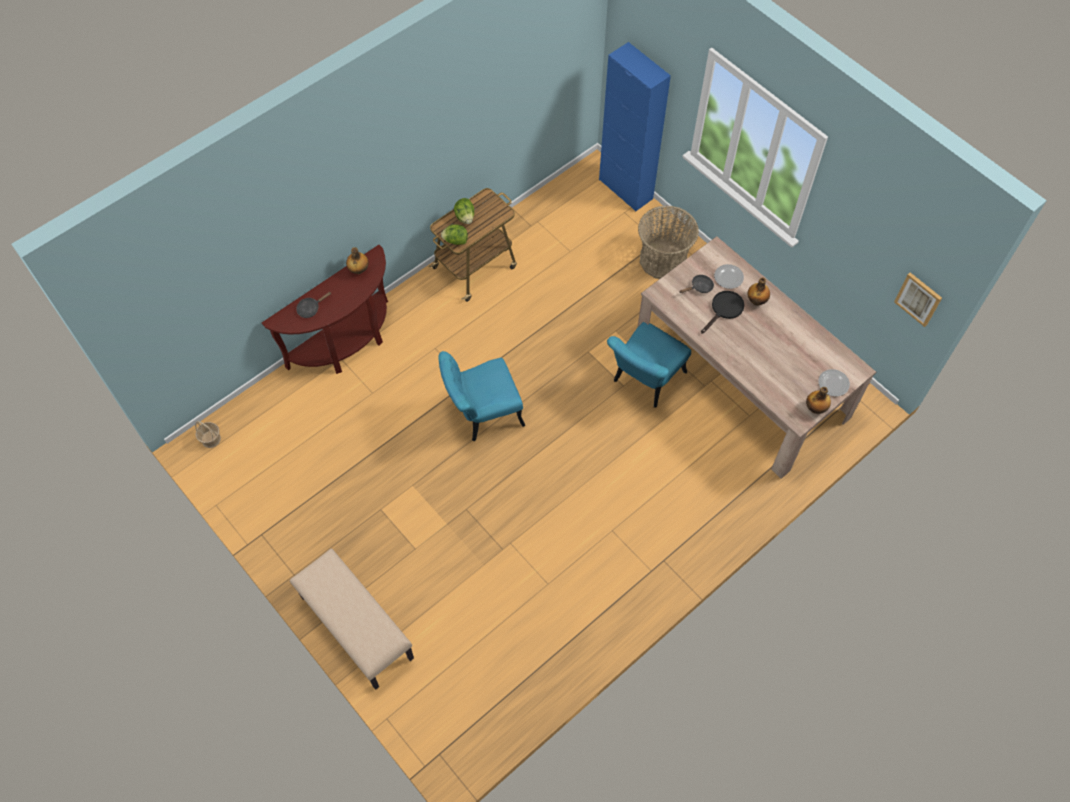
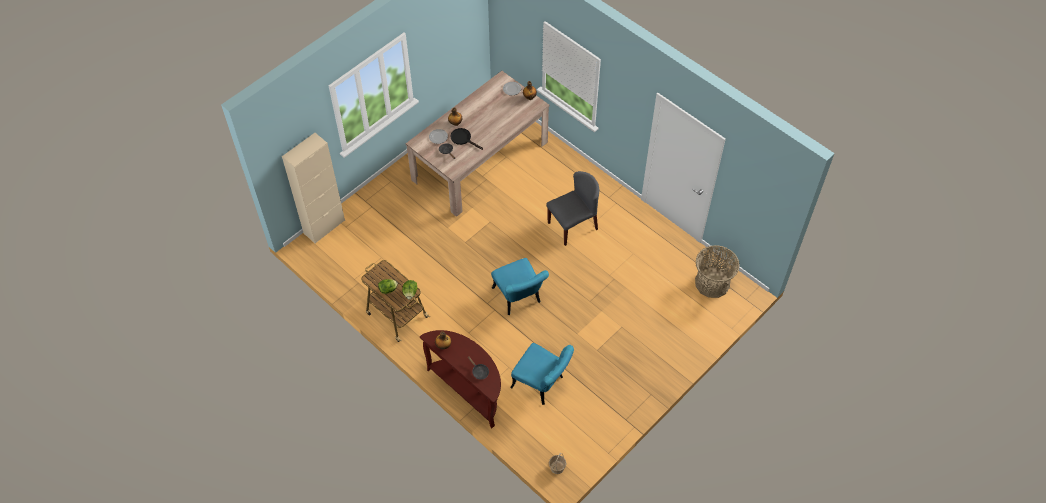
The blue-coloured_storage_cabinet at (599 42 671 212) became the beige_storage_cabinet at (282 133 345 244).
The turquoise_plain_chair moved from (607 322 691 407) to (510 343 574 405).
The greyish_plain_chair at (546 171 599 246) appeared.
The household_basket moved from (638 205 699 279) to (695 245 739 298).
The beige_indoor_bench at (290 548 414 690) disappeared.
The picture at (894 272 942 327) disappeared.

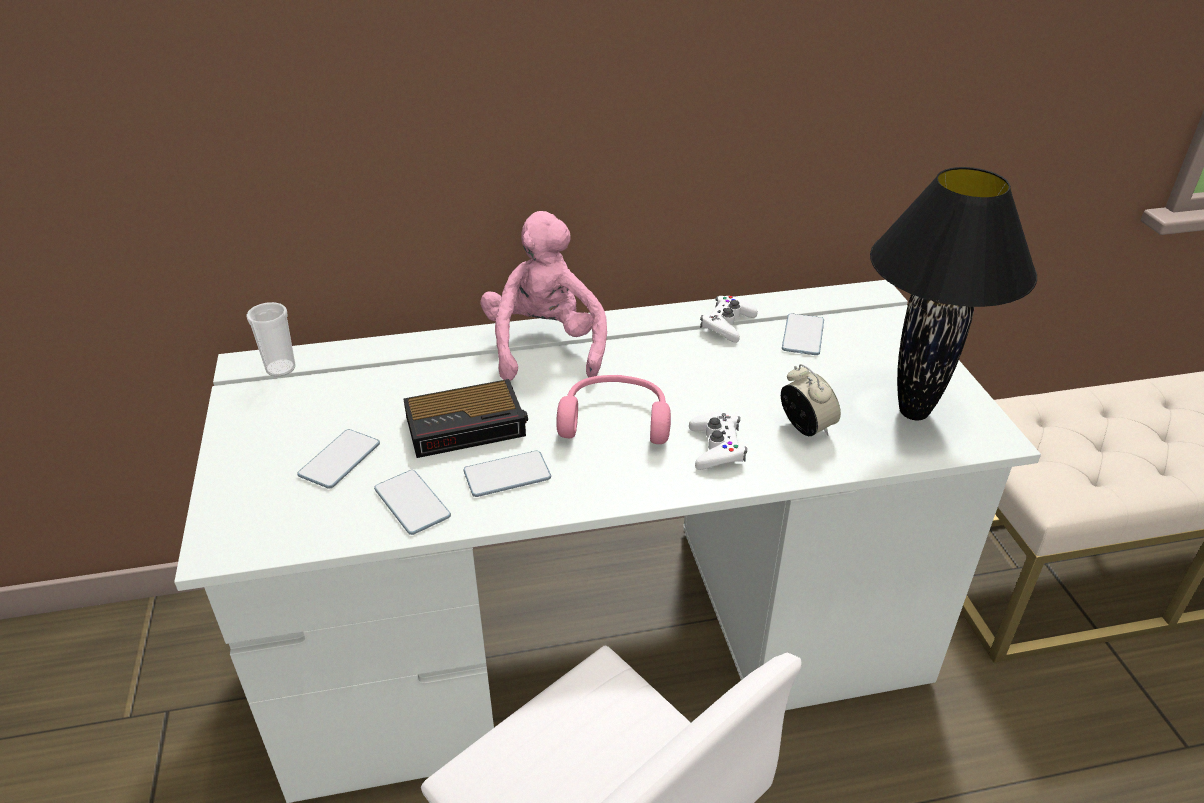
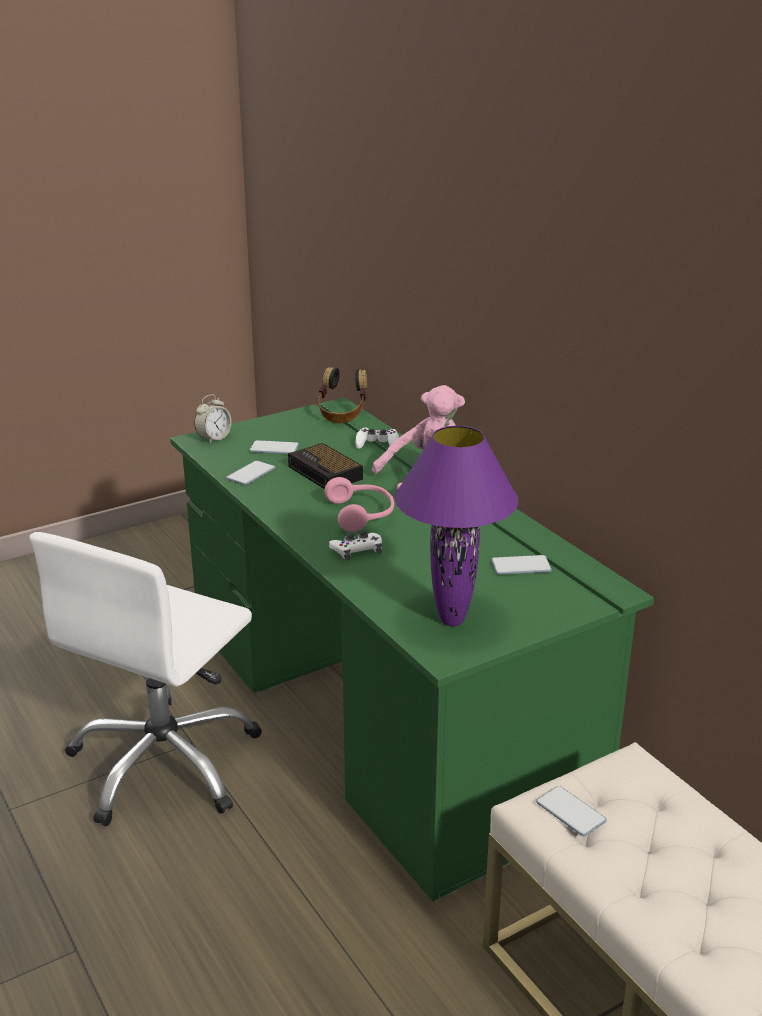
The whitish_desk at (174 280 1041 803) became the green-coloured_desk at (170 397 654 901).
The bedside_clock moved from (781 364 841 436) to (194 394 232 444).
The small_cup at (246 302 296 377) was replaced by the headset at (318 367 367 423).
The whitish_joypad moved from (700 296 758 343) to (356 427 399 449).
The black_table_lamp at (870 167 1037 420) became the purple-coloured_table_lamp at (395 426 518 626).
The handset moved from (464 450 551 497) to (536 786 607 836).

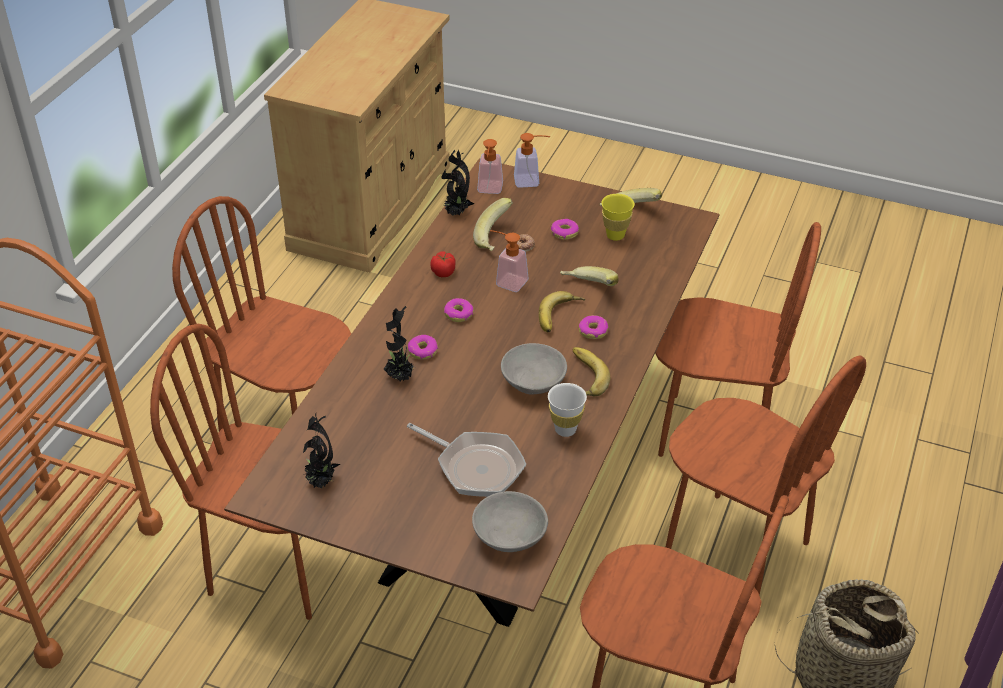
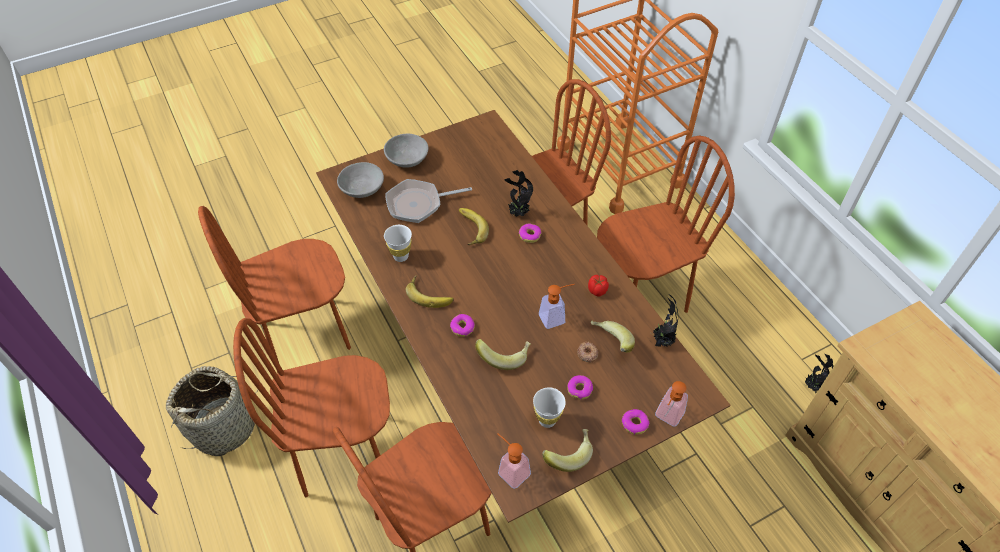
The greyish_bowl moved from (501 343 567 395) to (384 134 428 168).
The banana_fruit moved from (539 291 585 332) to (459 208 489 245).
The soap_bottle moved from (477 139 503 194) to (497 433 531 489).
The yellowish_small_cup at (601 194 635 241) became the whitish_small_cup at (533 387 566 428).
The donut moved from (444 298 473 322) to (622 409 649 435).
The plant_in_a_pot moved from (303 413 340 489) to (805 354 834 394).

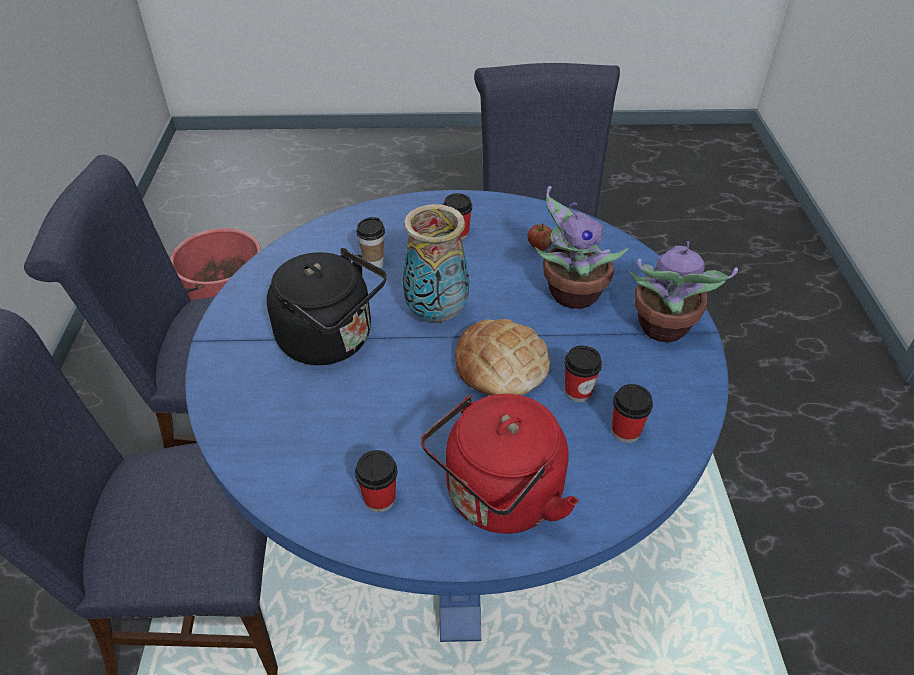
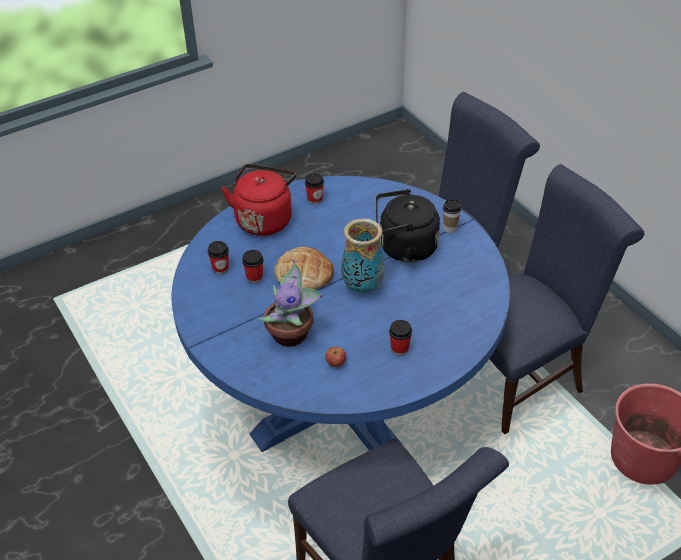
The small_cup moved from (356 217 385 269) to (443 199 462 233).
The plant_in_a_pot at (629 241 738 342) disappeared.

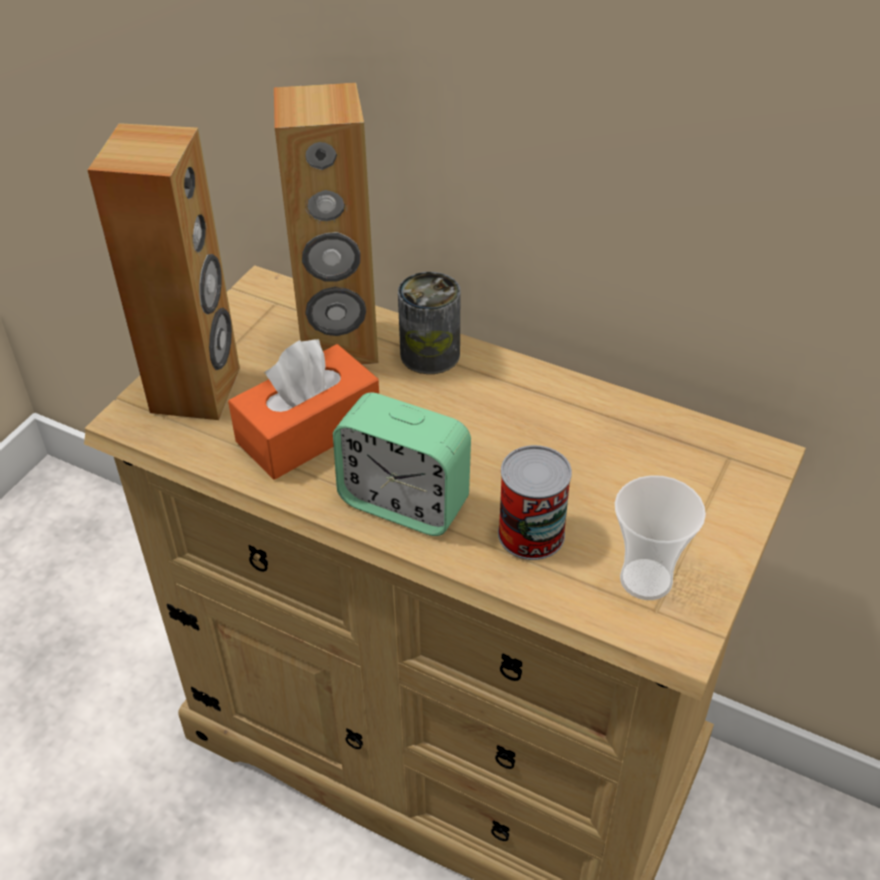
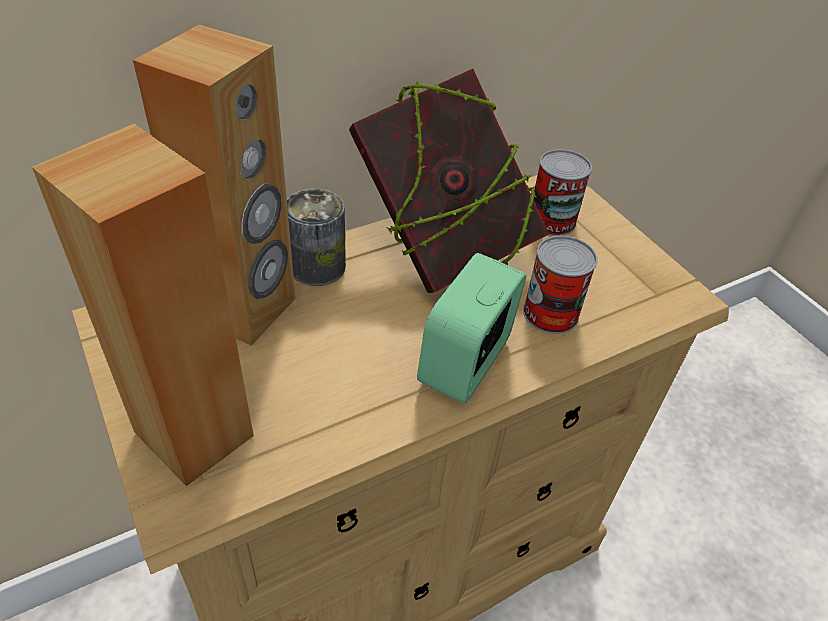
The book at (349 69 549 293) appeared.
The bedside_clock at (333 392 471 536) turned 150 degrees clockwise.
The sealed_can at (534 149 592 236) appeared.
The orangey_tissue_holder at (228 339 379 480) disappeared.
The small_cup at (615 475 706 600) disappeared.

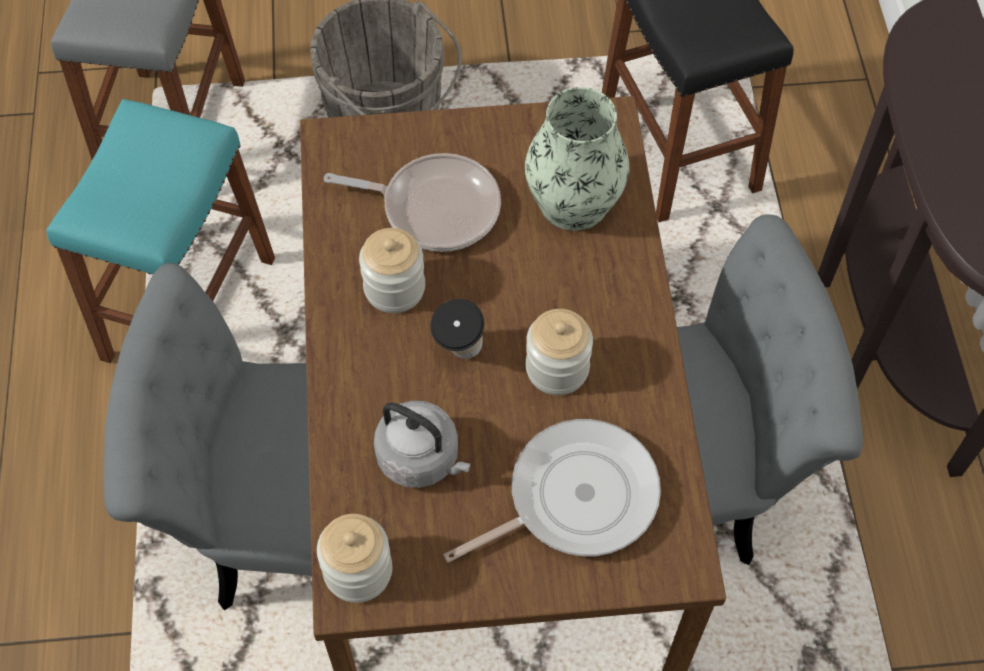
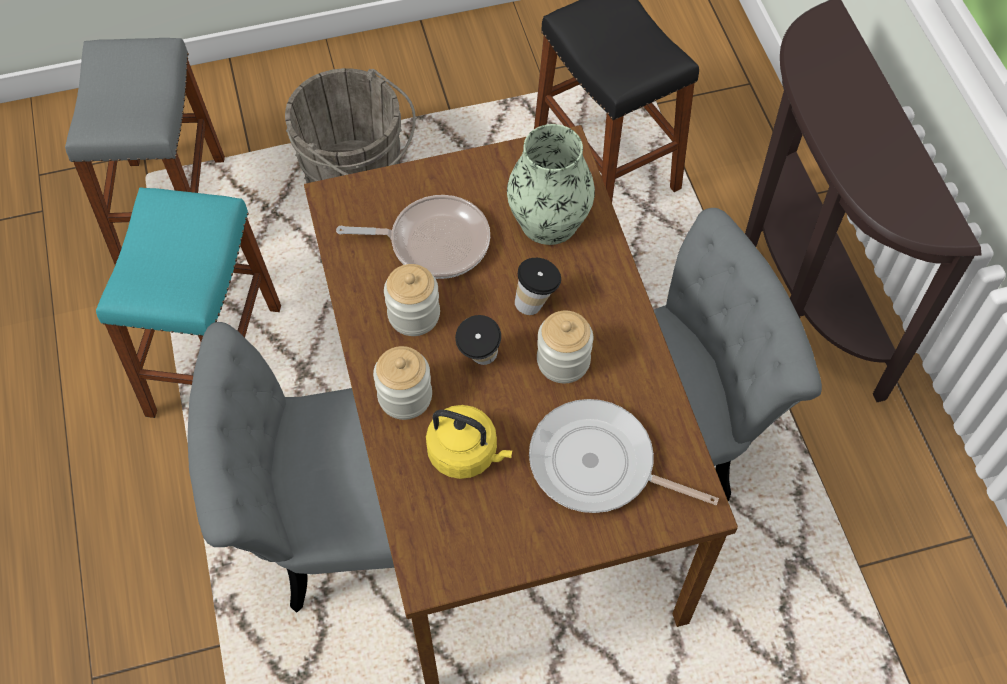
The preserve_jar moved from (317 514 392 603) to (373 346 432 420).
The greyish_tea_kettle at (374 401 471 488) became the yellowish_tea_kettle at (426 405 512 479).
The small_cup at (515 258 561 315) appeared.
The frying_pan at (444 419 661 563) turned 120 degrees counterclockwise.

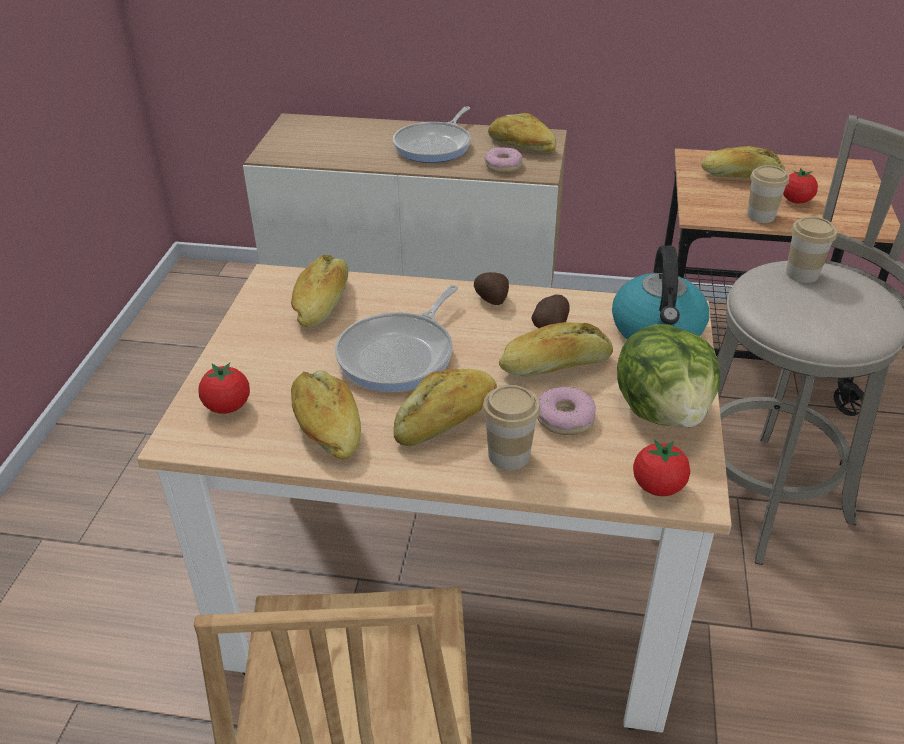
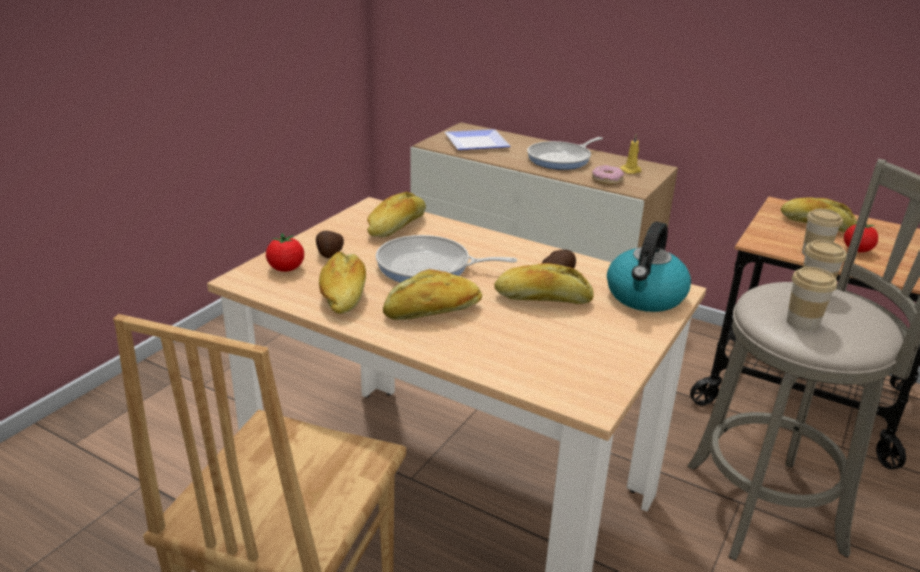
The potato moved from (474 272 509 305) to (316 231 344 258).
The frying_pan at (335 285 458 392) turned 45 degrees clockwise.
The dinner_plate at (445 129 510 150) appeared.
The bakery_bread at (488 113 556 153) was replaced by the yellowish_wax_light at (620 135 641 174).
The small_cup moved from (482 385 540 470) to (787 267 837 331).
The donut at (538 387 596 435) disappeared.
The lettuce at (617 324 720 428) disappeared.
The fresh_tomato at (633 439 690 496) disappeared.

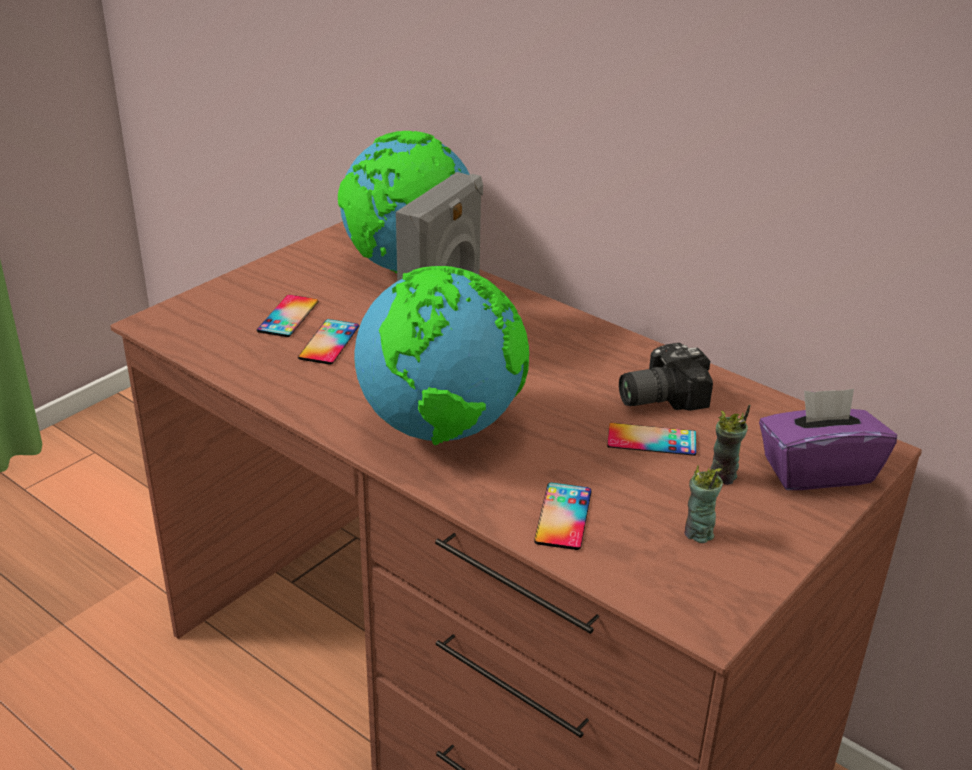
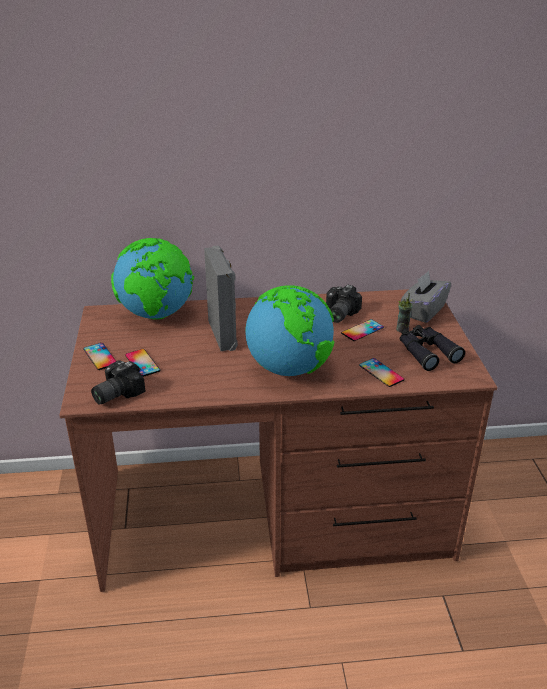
The handset moved from (298 319 359 365) to (83 343 116 370).
The photo_camera at (91 360 146 405) appeared.
The small_cup at (684 465 723 543) was replaced by the black_field_glasses at (400 325 465 371).
The purple-coloured_tissue_holder at (759 389 897 490) became the greyish_tissue_holder at (401 271 451 323).

